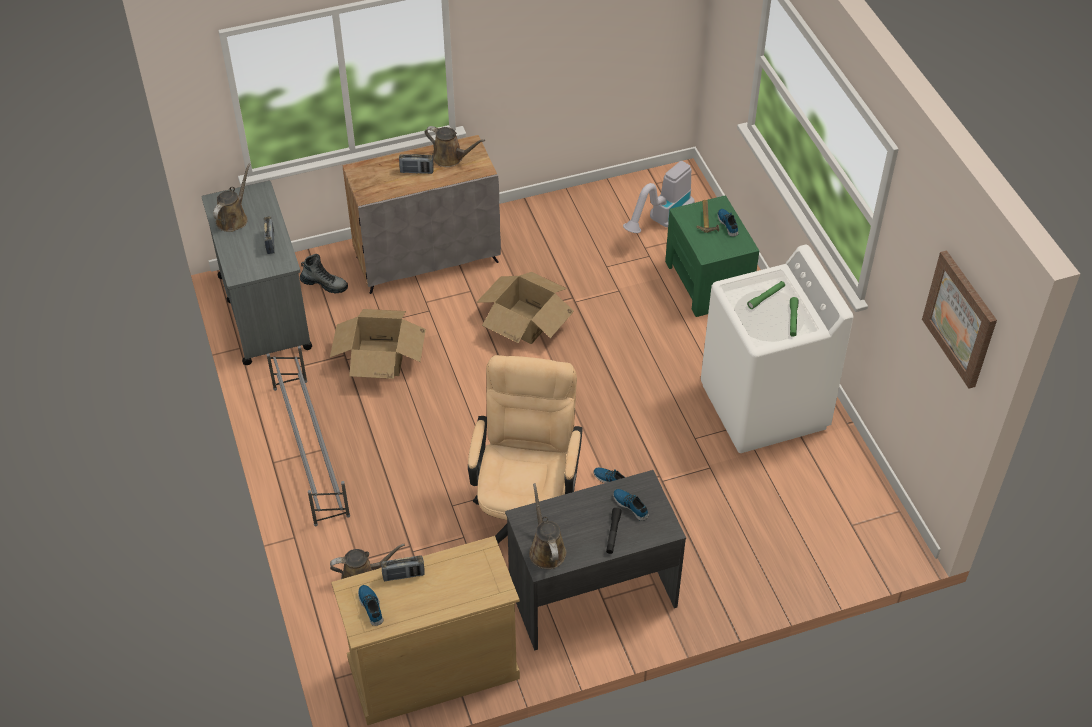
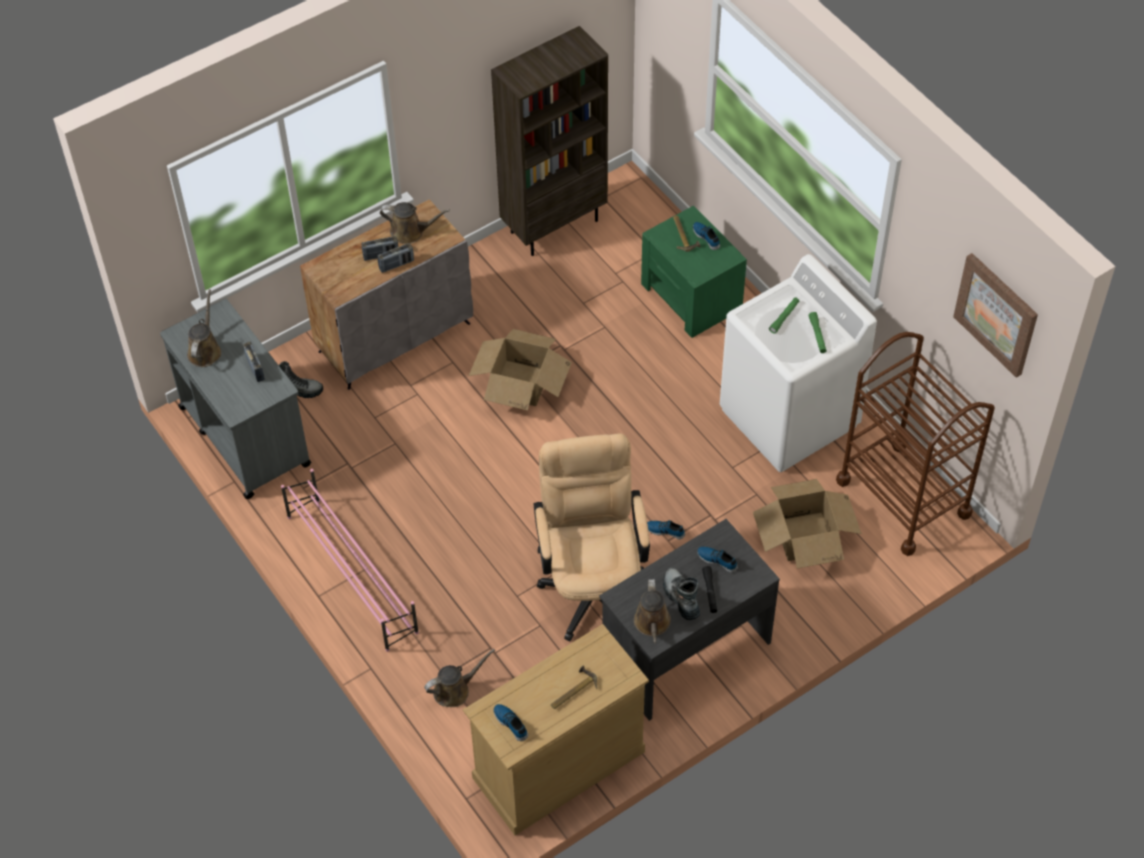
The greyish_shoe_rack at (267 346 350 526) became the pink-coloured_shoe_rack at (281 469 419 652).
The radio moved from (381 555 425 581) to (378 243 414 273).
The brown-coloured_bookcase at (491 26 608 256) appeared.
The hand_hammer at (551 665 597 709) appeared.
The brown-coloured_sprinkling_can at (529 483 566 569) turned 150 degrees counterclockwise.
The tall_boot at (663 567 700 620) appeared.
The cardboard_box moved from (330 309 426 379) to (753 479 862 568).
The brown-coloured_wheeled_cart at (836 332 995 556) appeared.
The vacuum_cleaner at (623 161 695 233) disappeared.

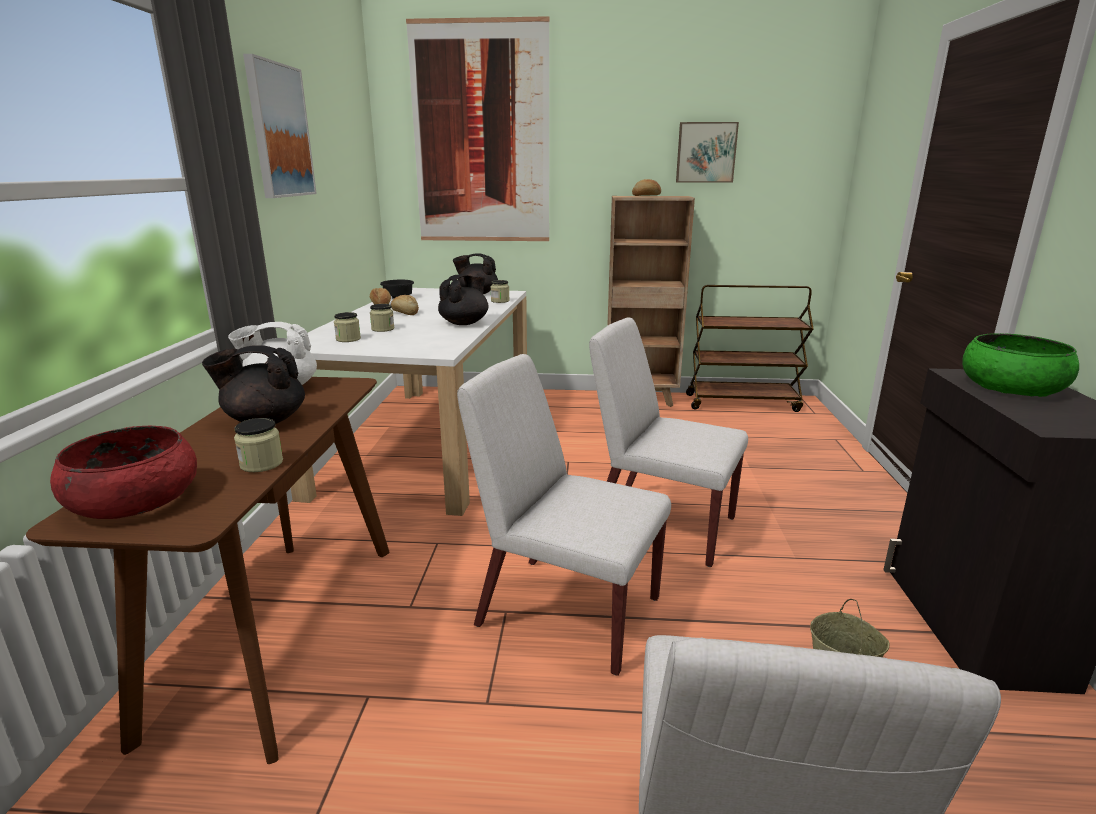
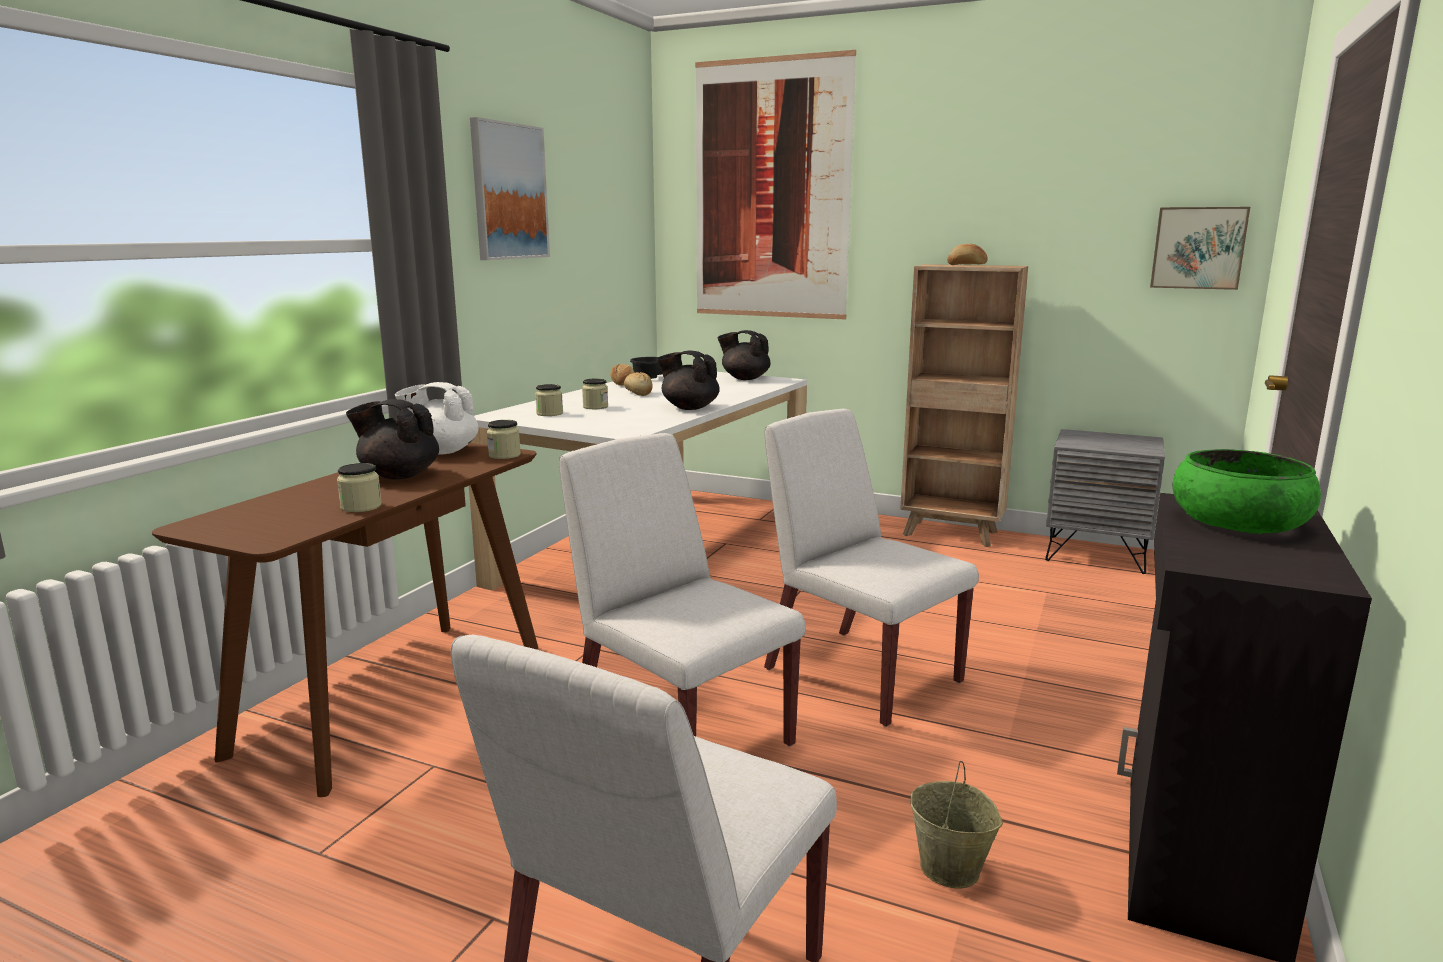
The preserve_jar moved from (491 280 510 303) to (487 420 521 459).
The black_teapot at (438 275 488 325) turned 120 degrees counterclockwise.
The brown-coloured_wheeled_cart at (686 285 814 412) was replaced by the greyish_nightstand at (1045 429 1165 574).
The picture moved from (676 122 739 183) to (1150 207 1250 290).
The red-coloured_bowl at (50 426 197 519) disappeared.

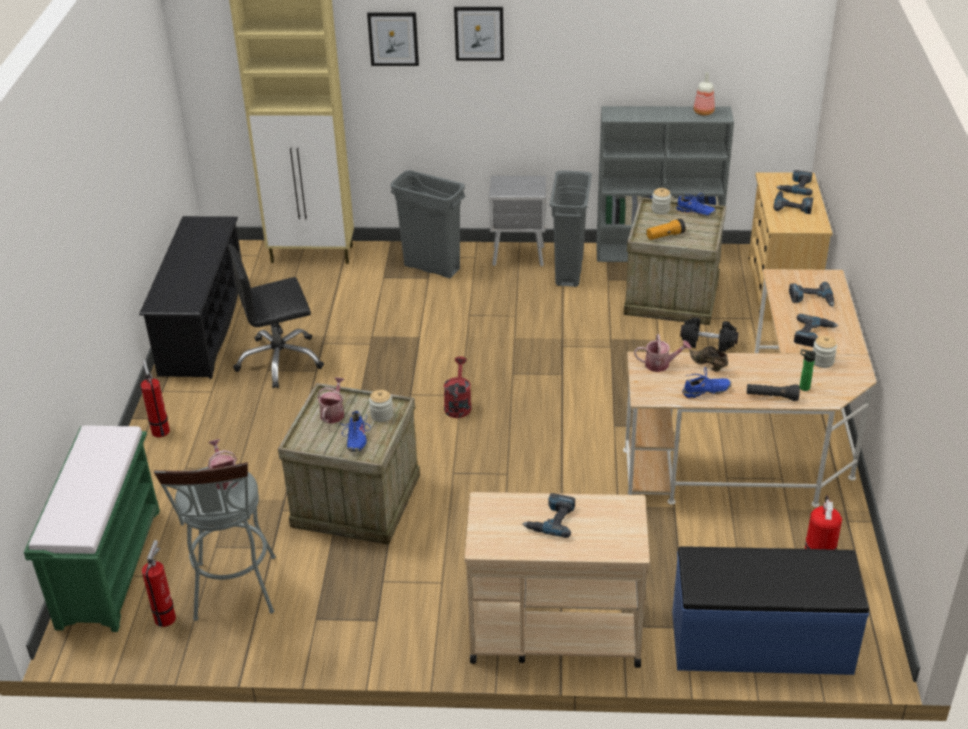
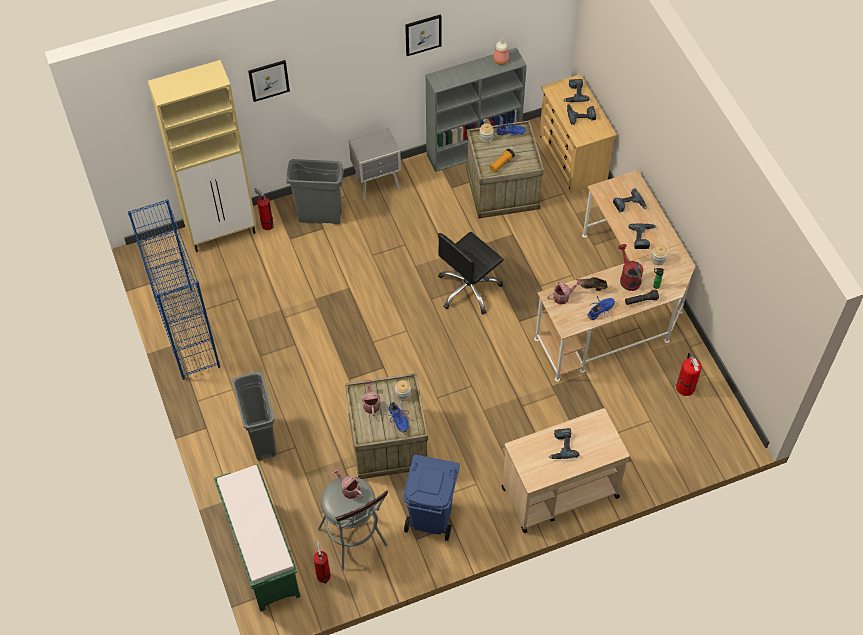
The black_shoe_rack at (139 216 242 379) was replaced by the blue-coloured_bookcase at (128 199 220 380).
The greyish_waste_bin moved from (550 171 592 287) to (232 372 276 460).
The extinguisher moved from (141 360 170 437) to (255 187 274 230).
The blue-coloured_waste_bin at (403 454 460 541) appeared.
The picture moved from (454 7 504 61) to (405 14 442 56).
The black_computer_chair moved from (228 244 324 388) to (438 232 504 315).
The red-coloured_sprinkling_can moved from (444 356 471 418) to (618 244 643 291).
The blue-coloured_indoor_bench at (672 546 869 675) disappeared.
The black_dumbbell at (680 317 739 352) disappeared.

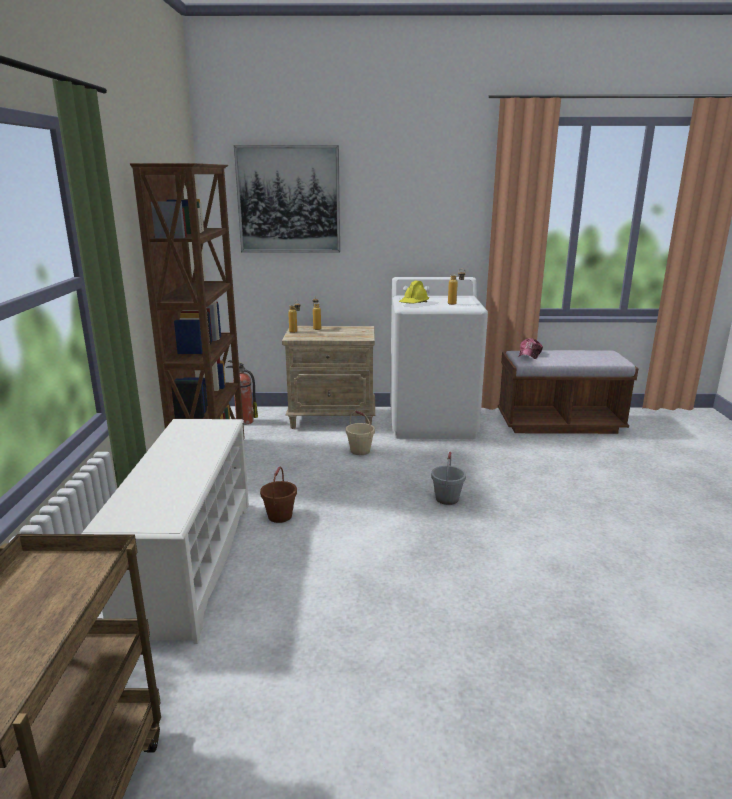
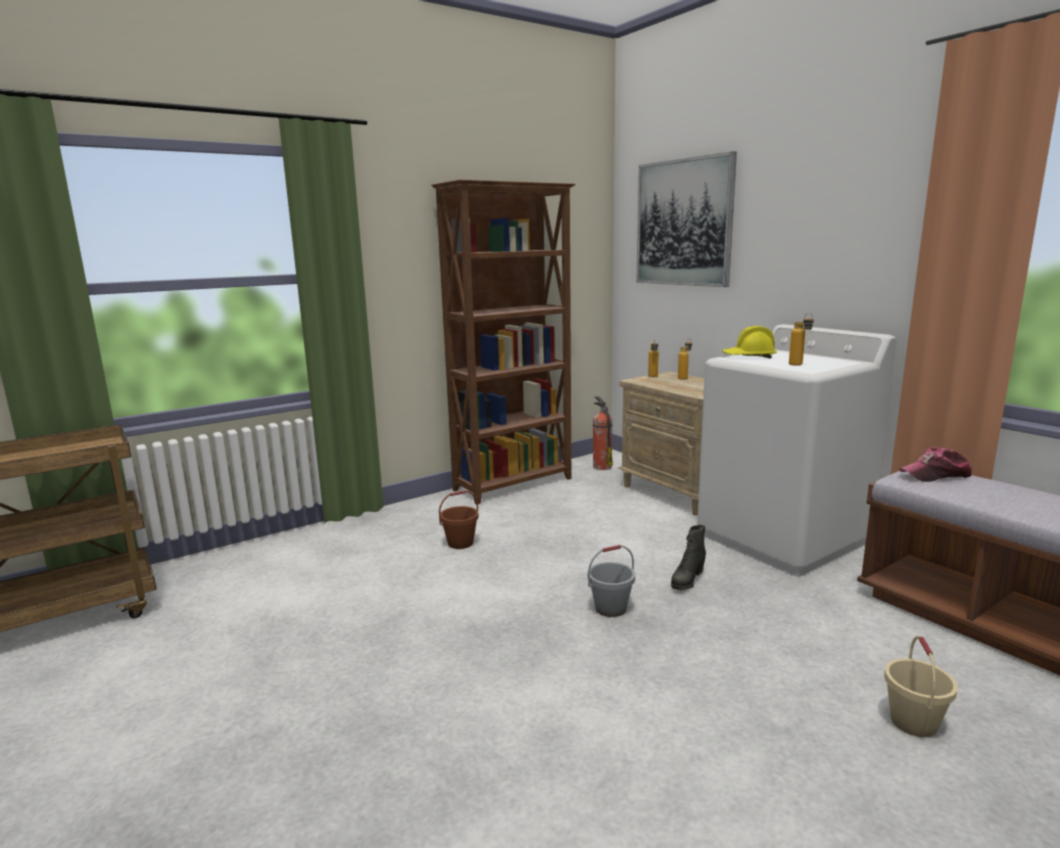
The black_tall_boot at (671 525 706 590) appeared.
The beige_pail moved from (346 410 375 455) to (884 636 958 737).
The whitish_shoe_rack at (82 419 249 644) disappeared.

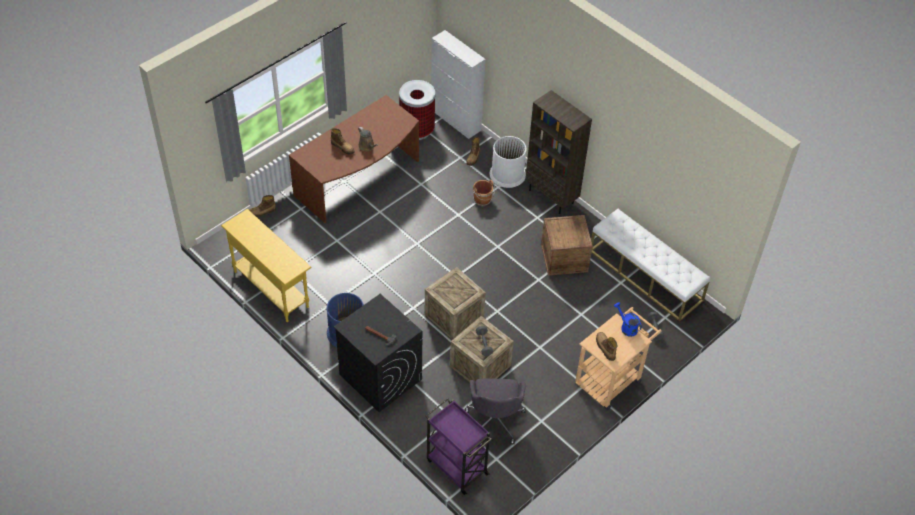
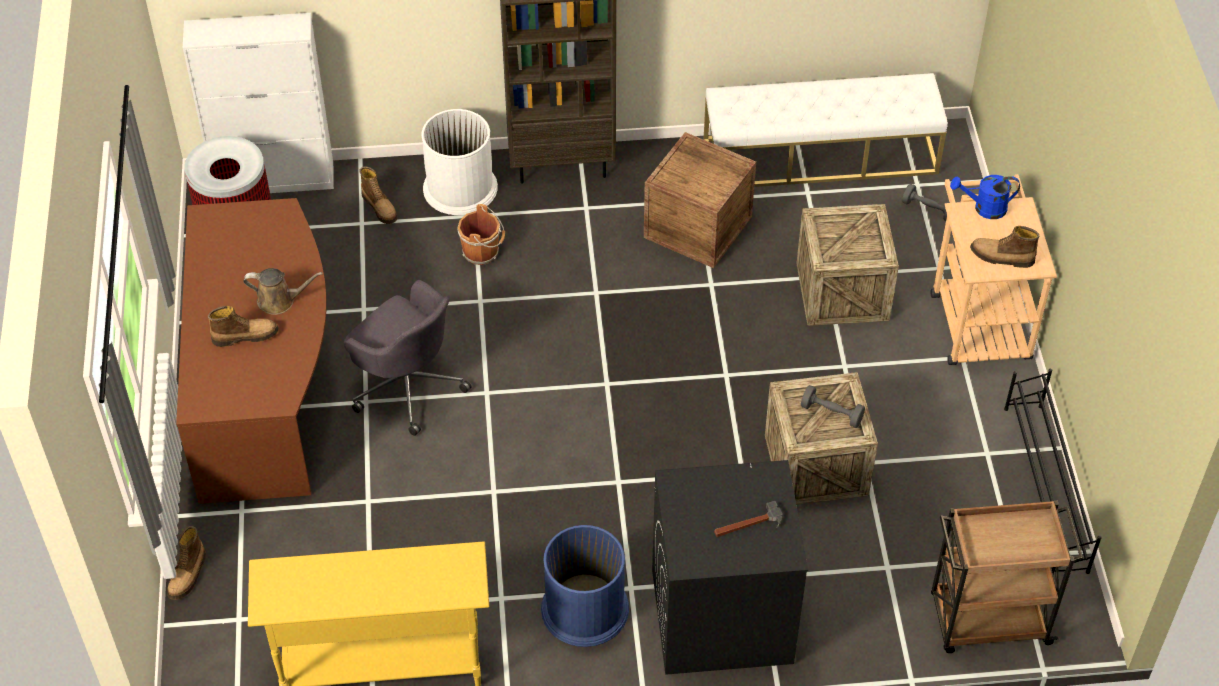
The greyish_computer_chair moved from (465 378 526 444) to (344 280 471 436).
The shipping_crate moved from (425 267 486 340) to (796 204 899 326).
The purple-coloured_wheeled_cart at (426 398 492 495) became the brown-coloured_wheeled_cart at (931 500 1083 653).
The black_shoe_rack at (1004 369 1102 575) appeared.

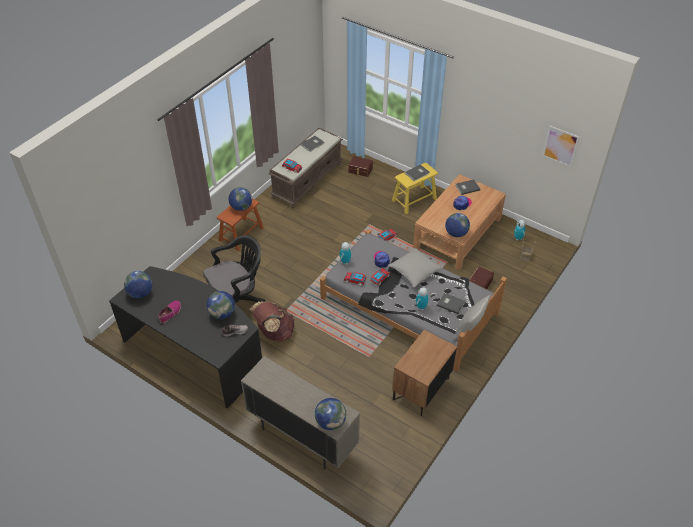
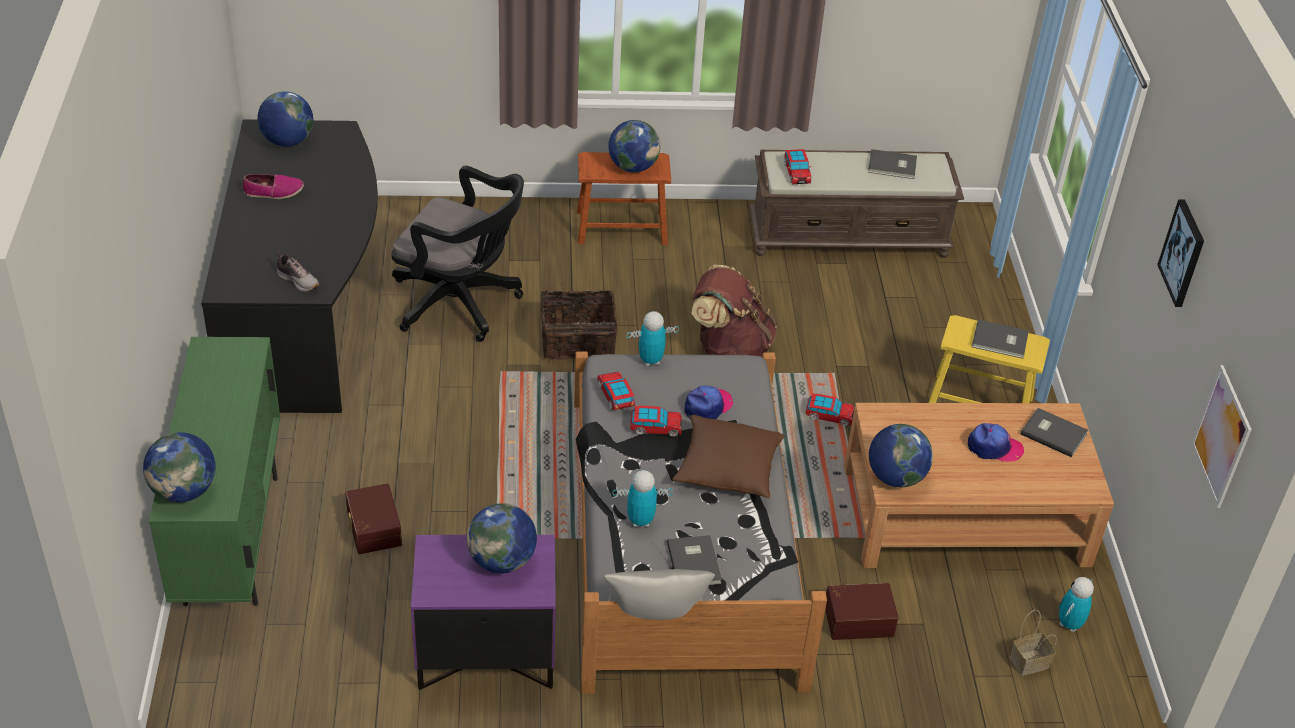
The beige_storage_cabinet at (241 356 360 469) became the green-coloured_storage_cabinet at (149 337 280 606).
The brown-coloured_storage_bin moved from (348 156 373 177) to (345 483 402 554).
The brown-coloured_nightstand at (392 330 457 416) became the purple-coloured_nightstand at (411 535 556 690).
The globe moved from (207 291 235 319) to (467 503 537 574).
The household_basket at (541 283 618 360) appeared.
The greyish_cushion at (388 248 442 287) became the brown-coloured_cushion at (672 415 785 498).
The brown-coloured_knapsack moved from (249 301 295 342) to (691 265 777 357).
The picture at (1157 199 1204 307) appeared.

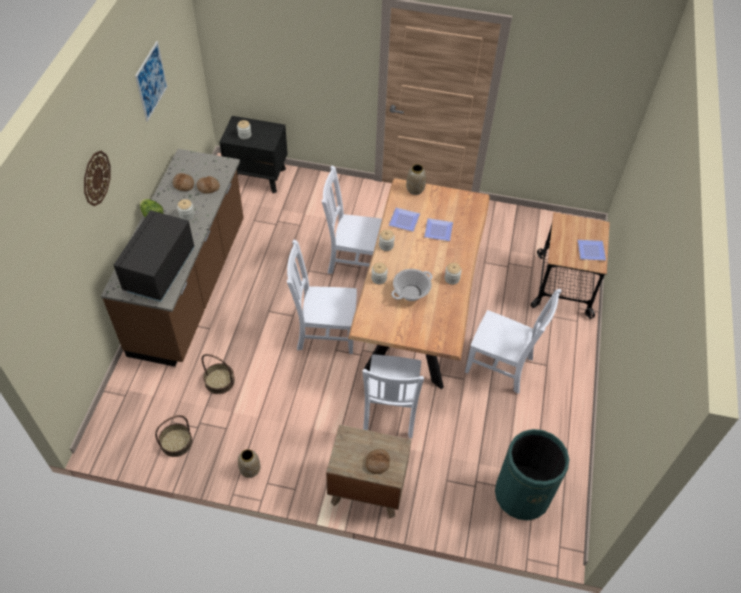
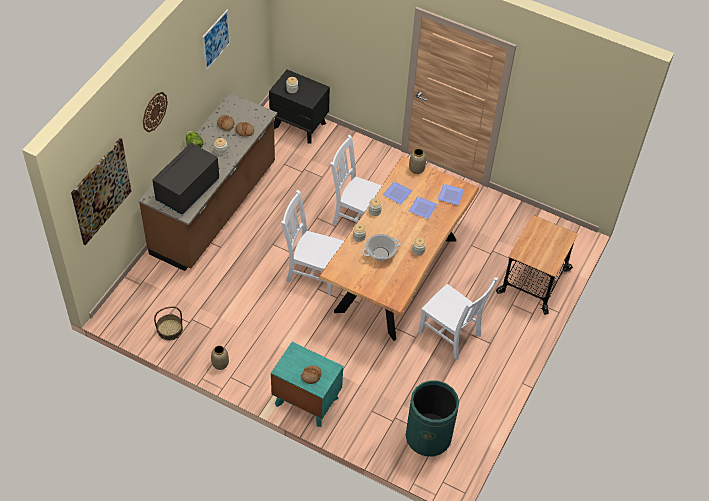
The picture at (71 138 131 245) appeared.
The brown-coloured_nightstand at (326 425 411 518) became the turquoise_nightstand at (271 342 343 427).
The dinner_plate moved from (578 240 606 260) to (438 184 464 205).
The household_basket at (202 354 235 394) disappeared.
The whitish_plain_chair at (362 354 424 438) disappeared.

